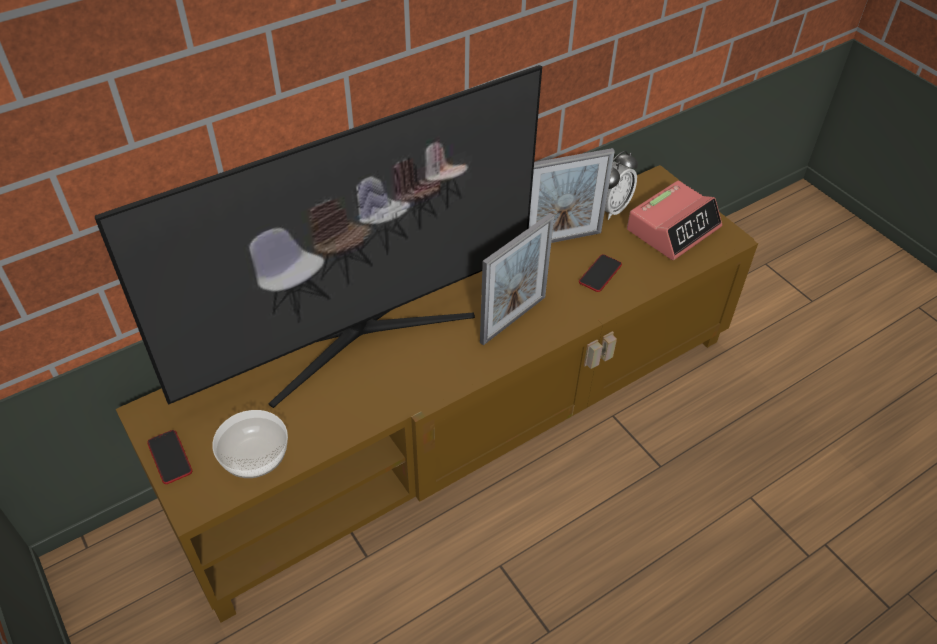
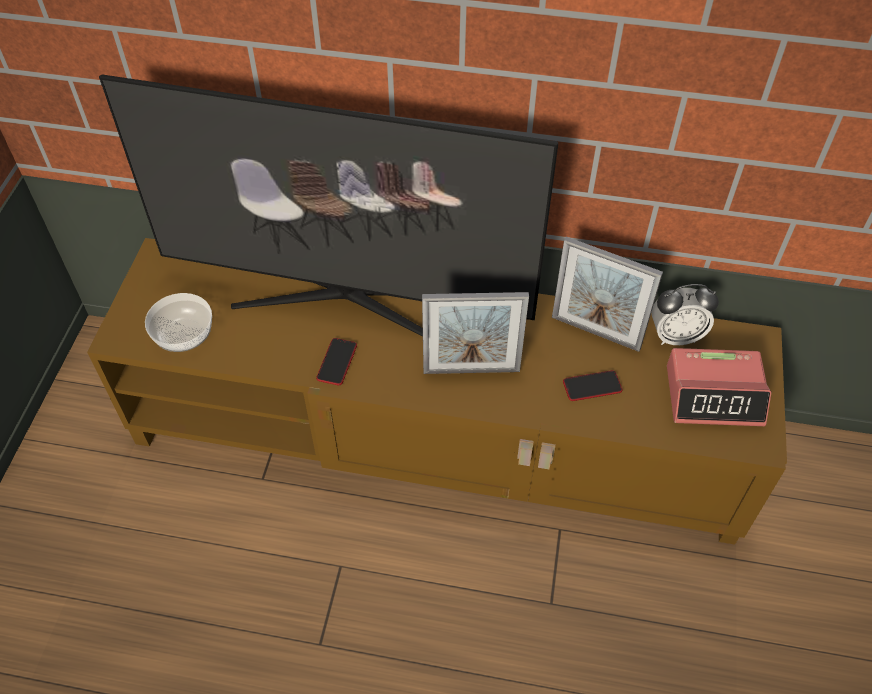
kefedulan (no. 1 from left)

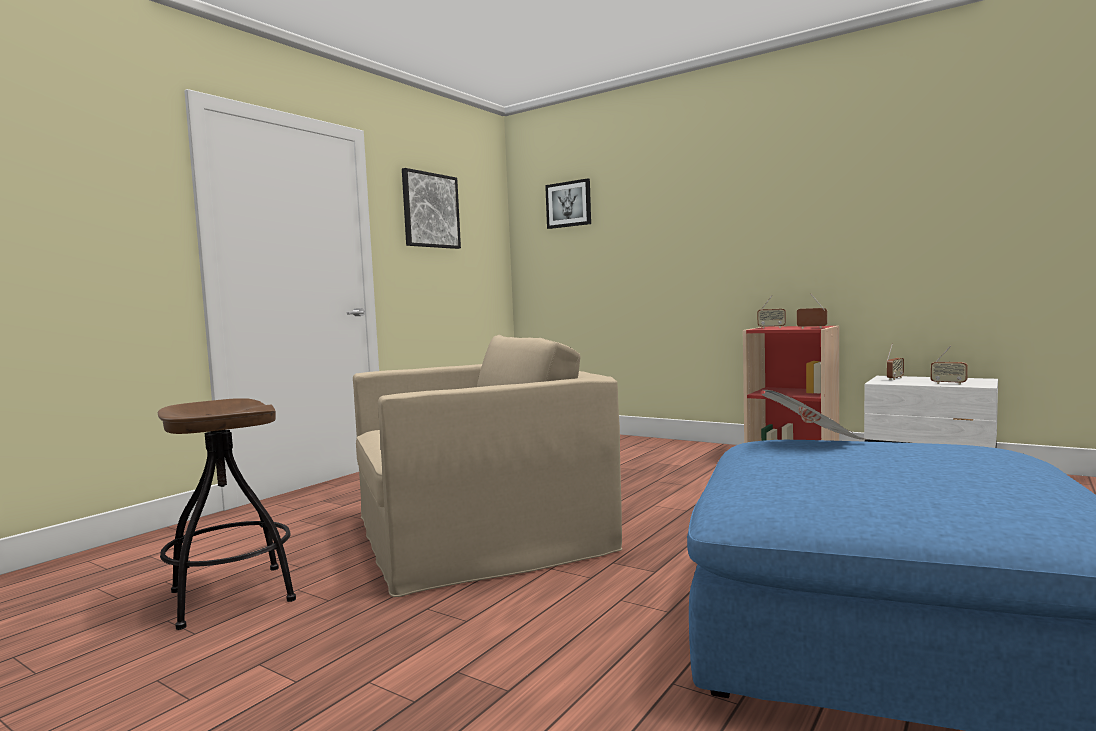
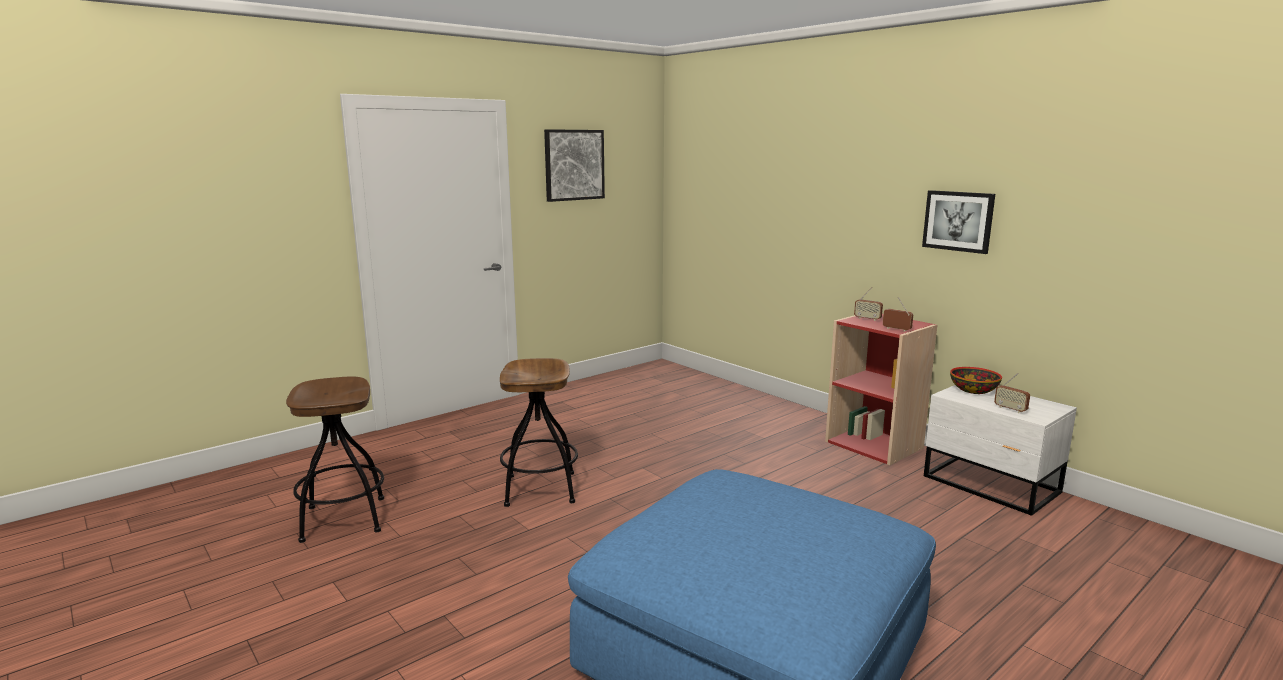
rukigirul (no. 2 from left); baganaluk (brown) (no. 2 from left); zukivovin; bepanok

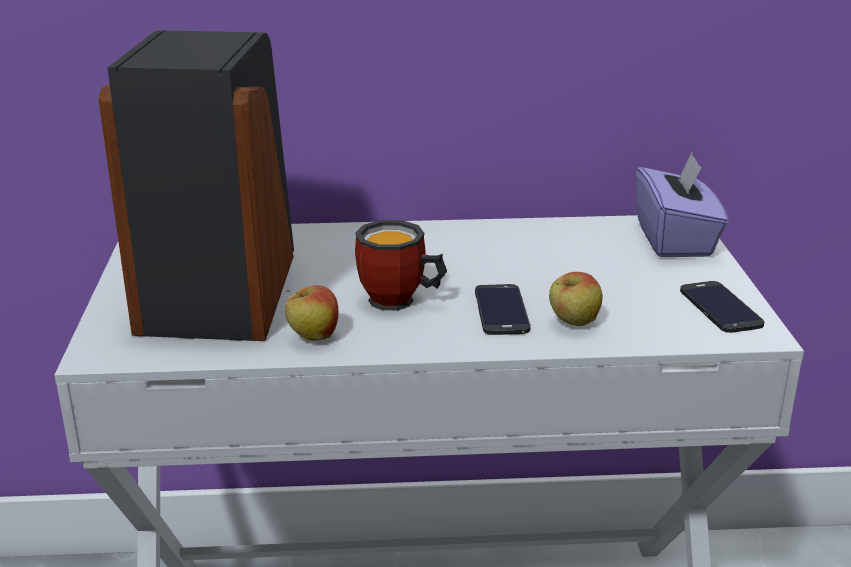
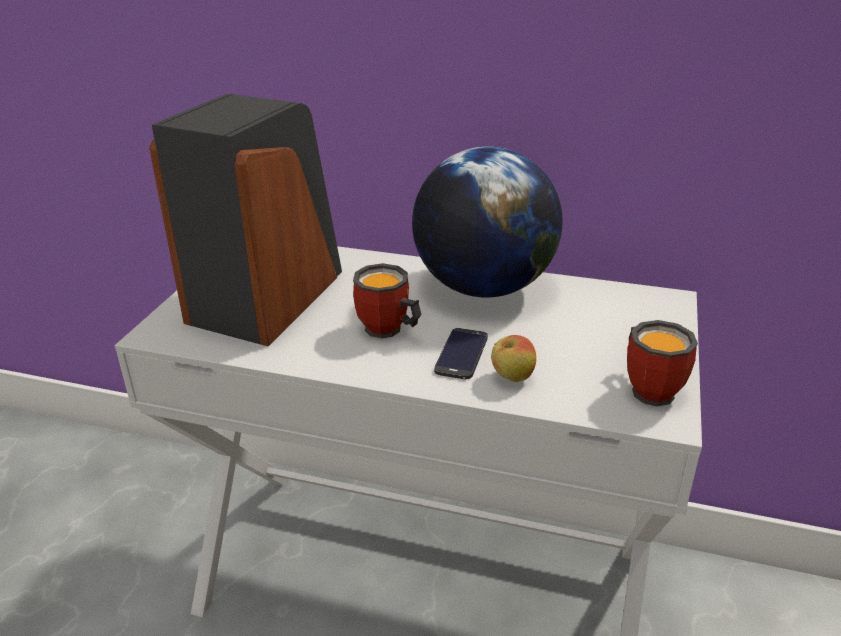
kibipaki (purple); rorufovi (no. 2 from left); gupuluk (no. 1 from left in the first image); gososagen

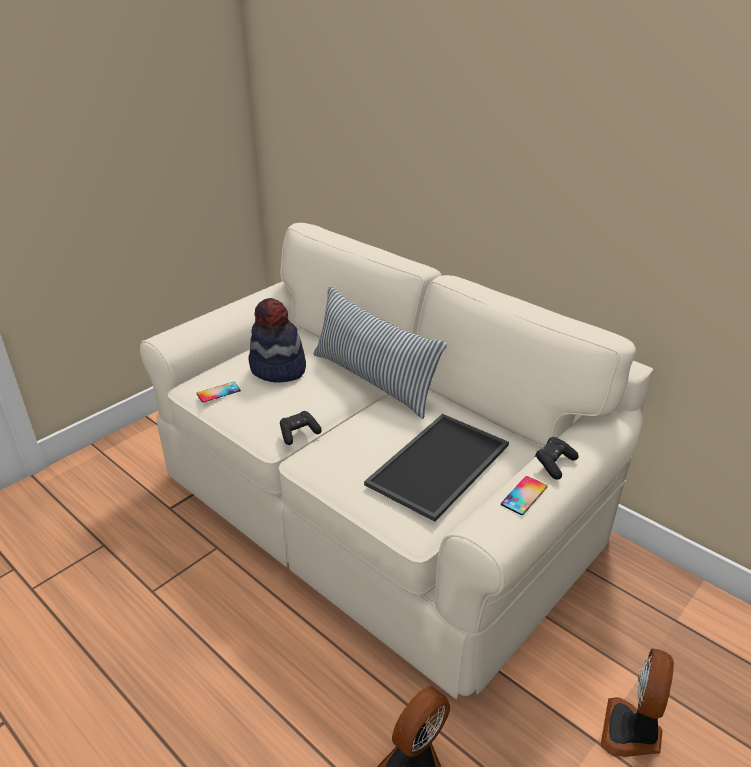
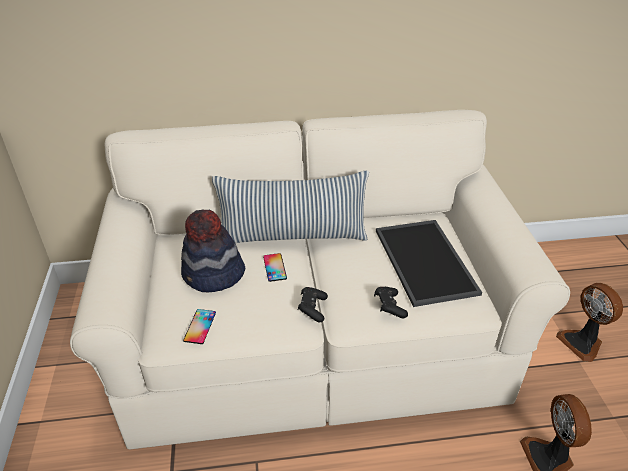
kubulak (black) (no. 2 from left); kefedulan (no. 2 from left)

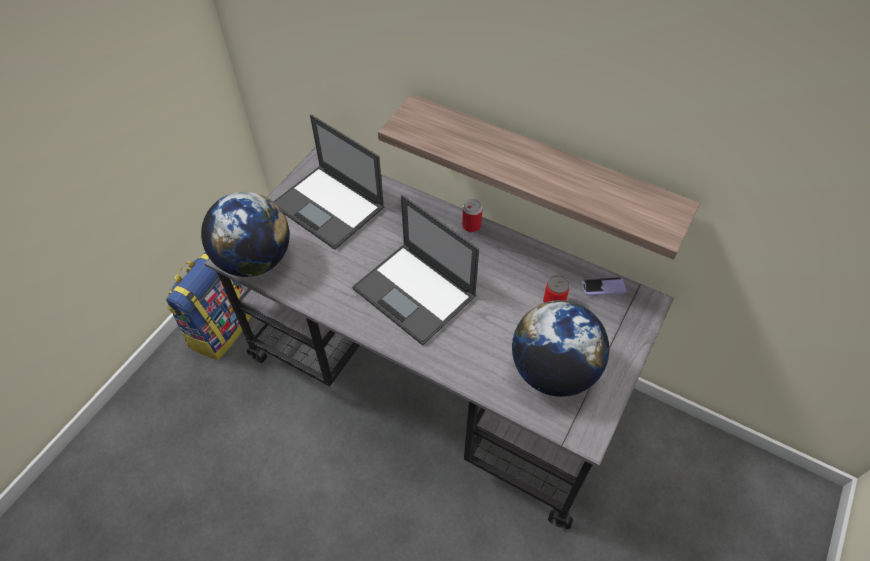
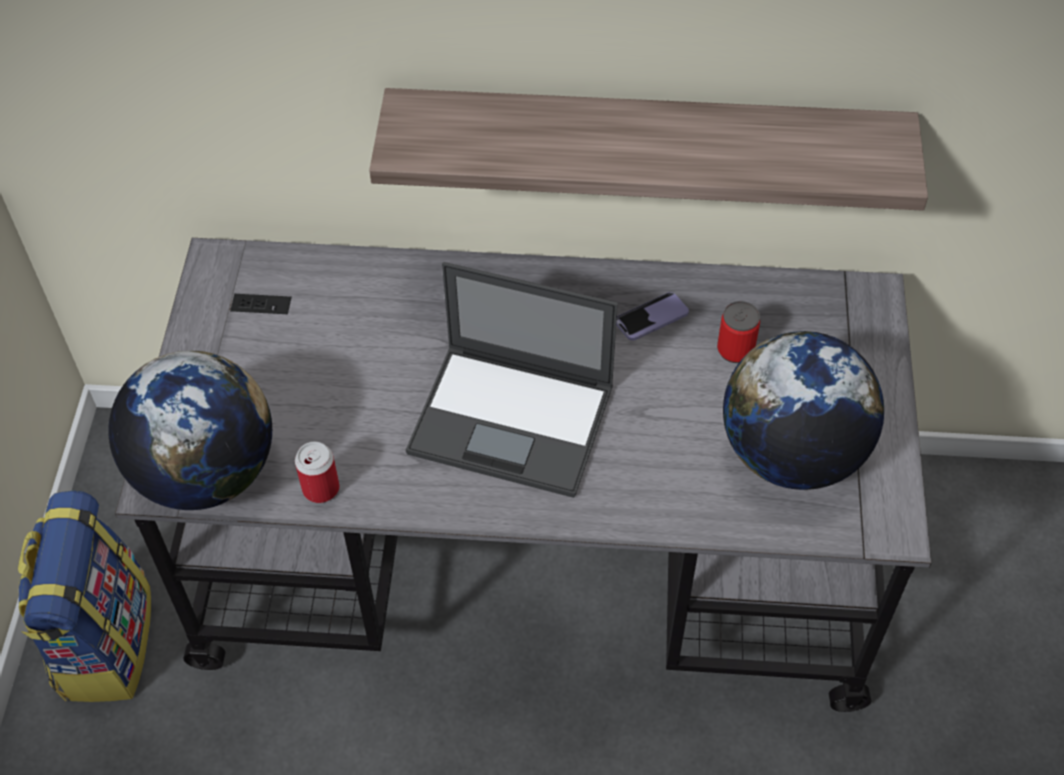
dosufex (no. 1 from left in the first image); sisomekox (no. 1 from left); kefedulan

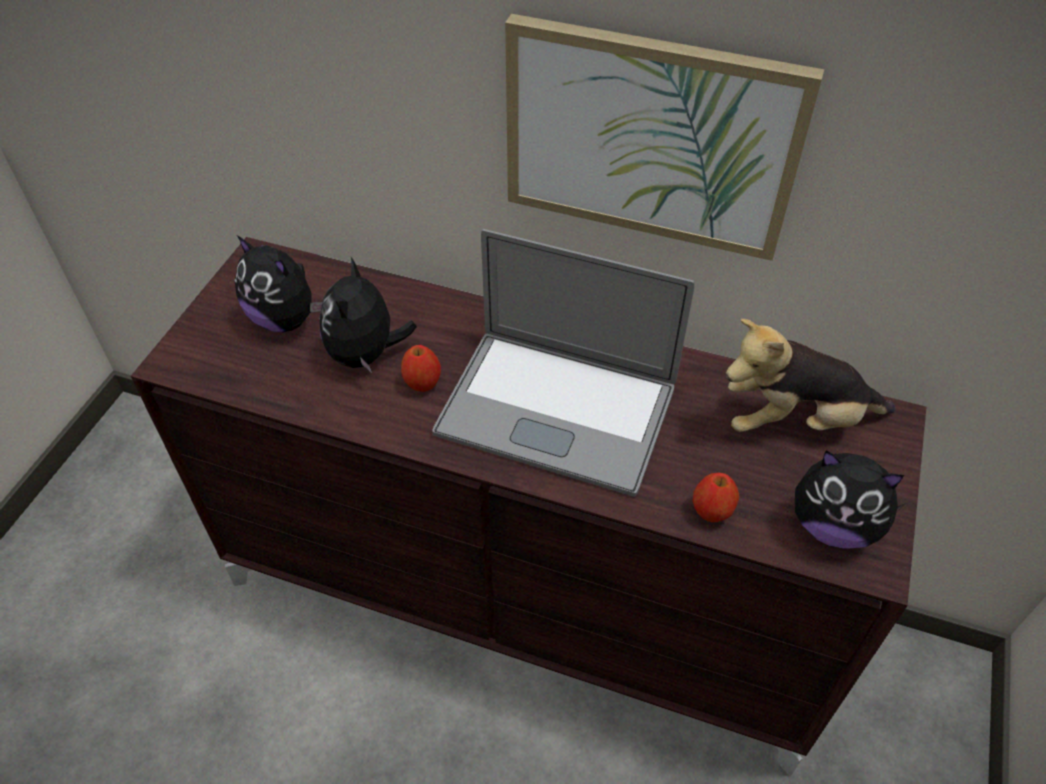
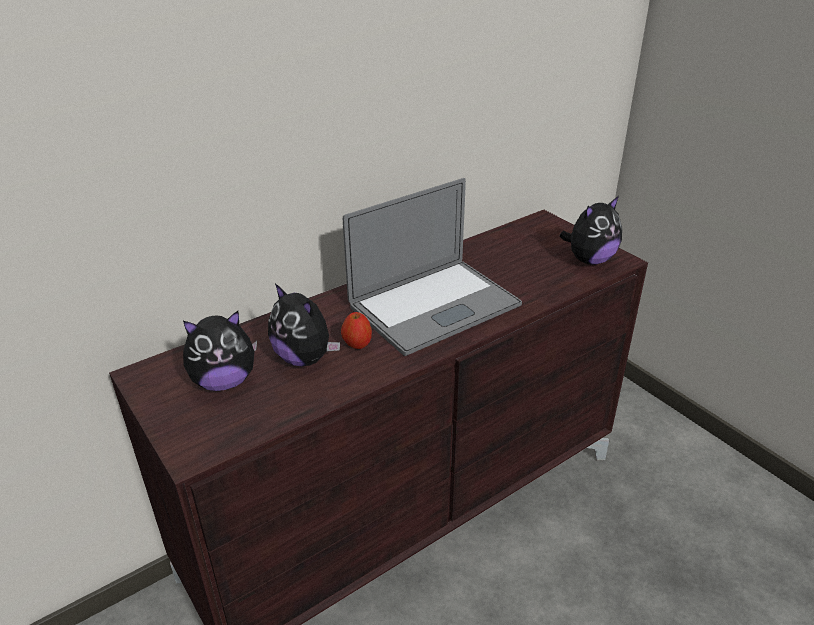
rukigirul; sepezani (no. 3 from left in the first image); gupuluk (no. 2 from left in the first image)

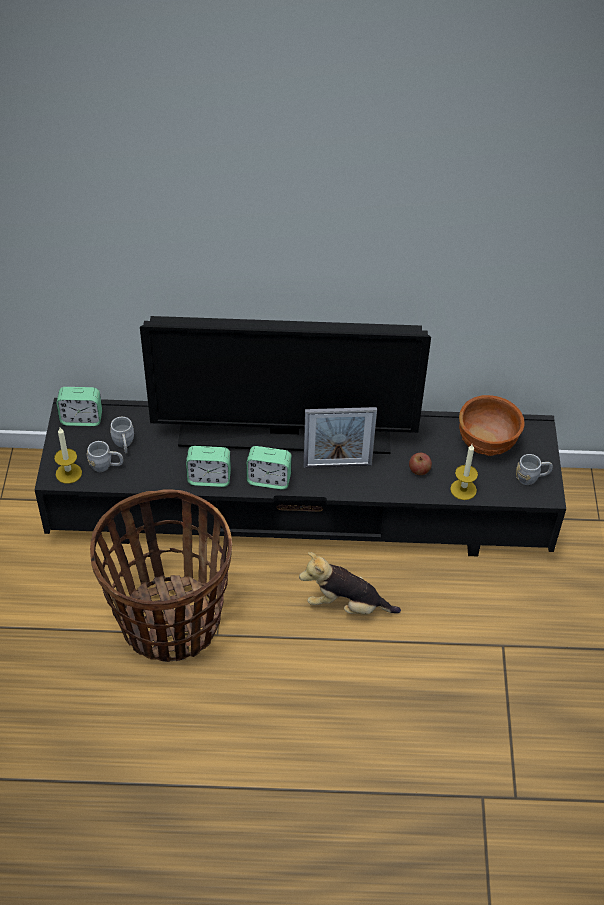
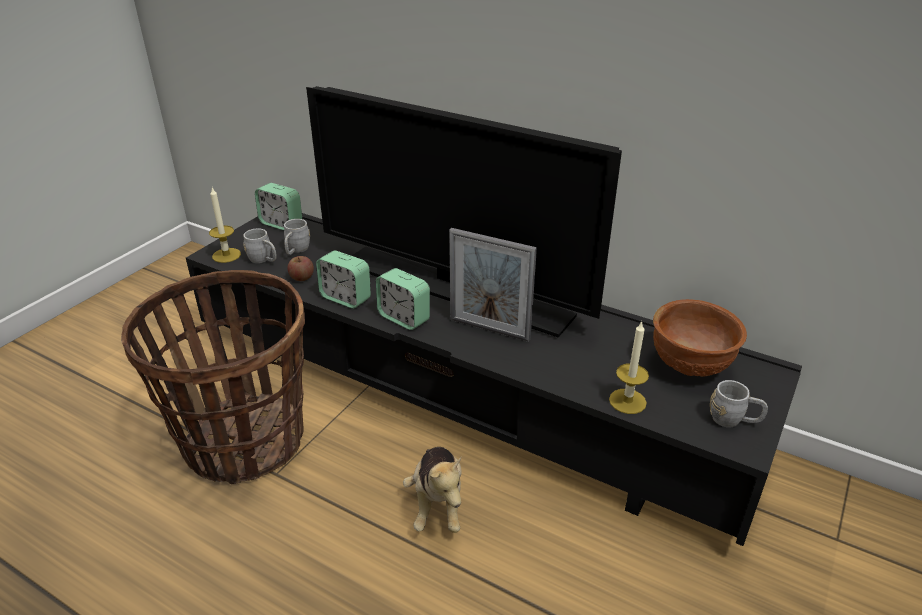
gupuluk; sepezani

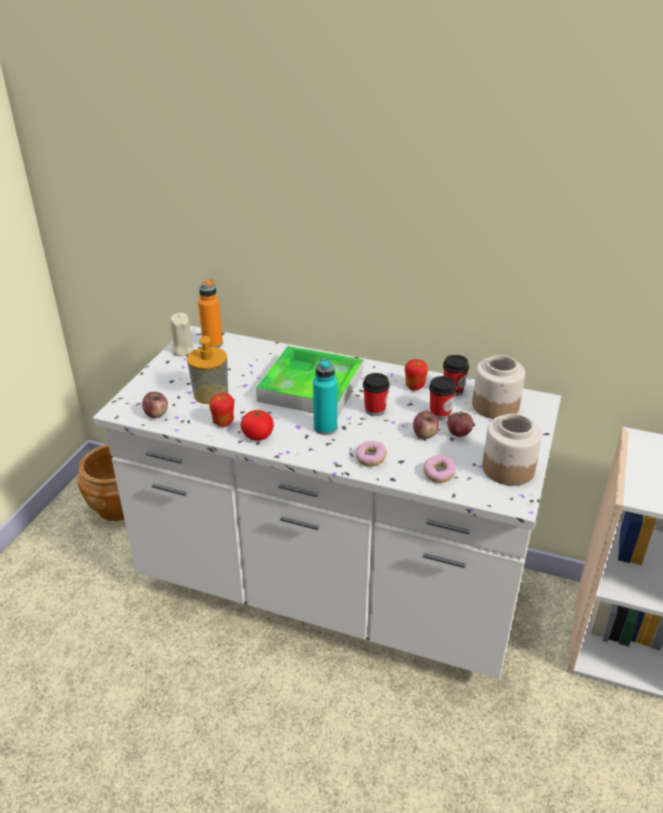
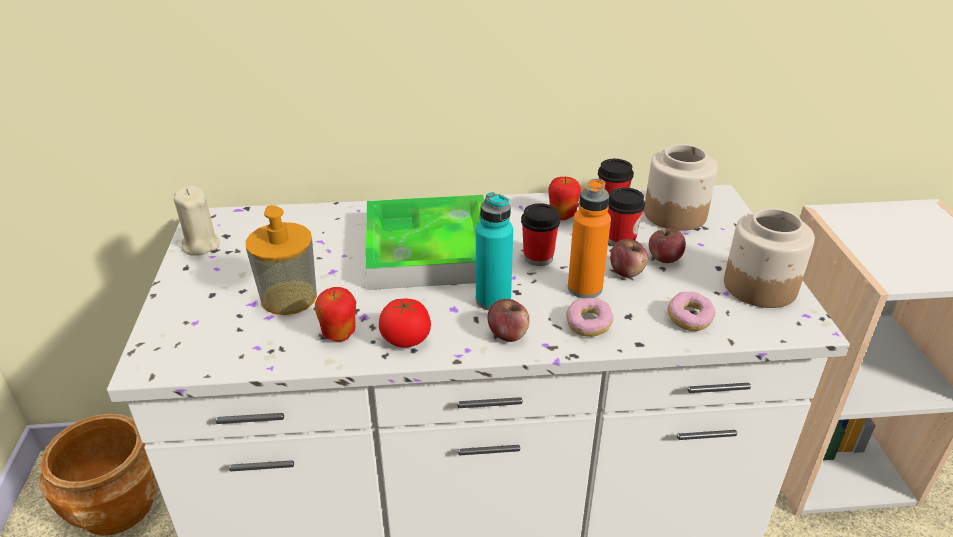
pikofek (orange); gupuluk (no. 2 from left)

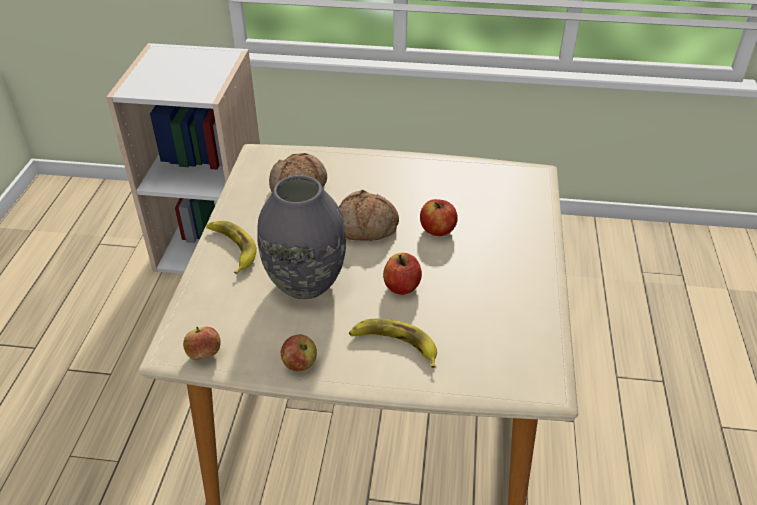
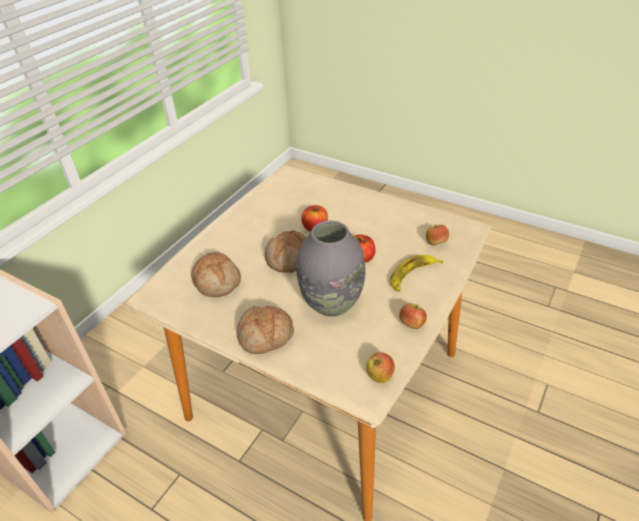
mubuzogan (no. 2 from left); gupuluk (no. 5 from left)

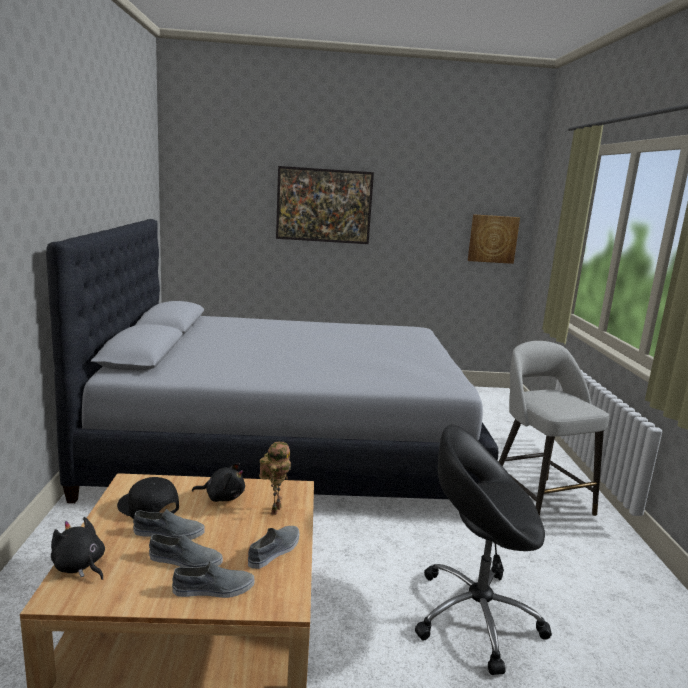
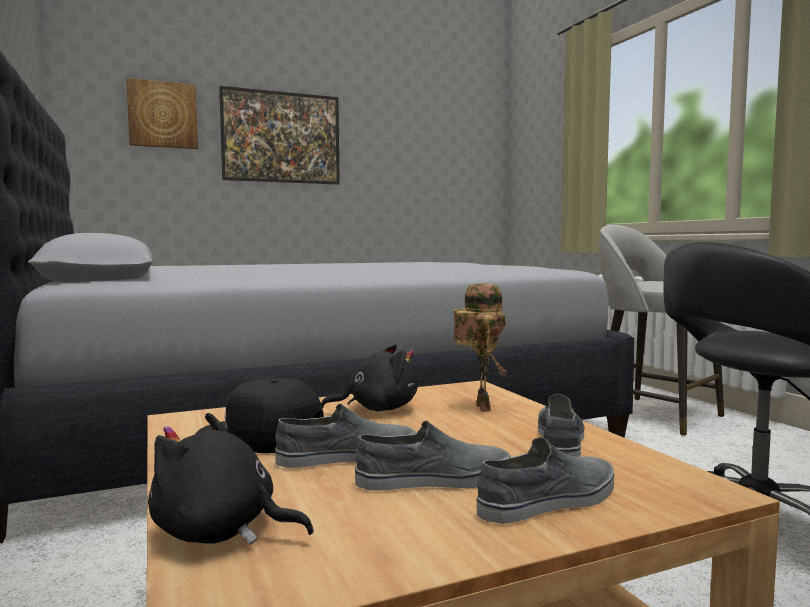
rukigirul (no. 1 from left)

